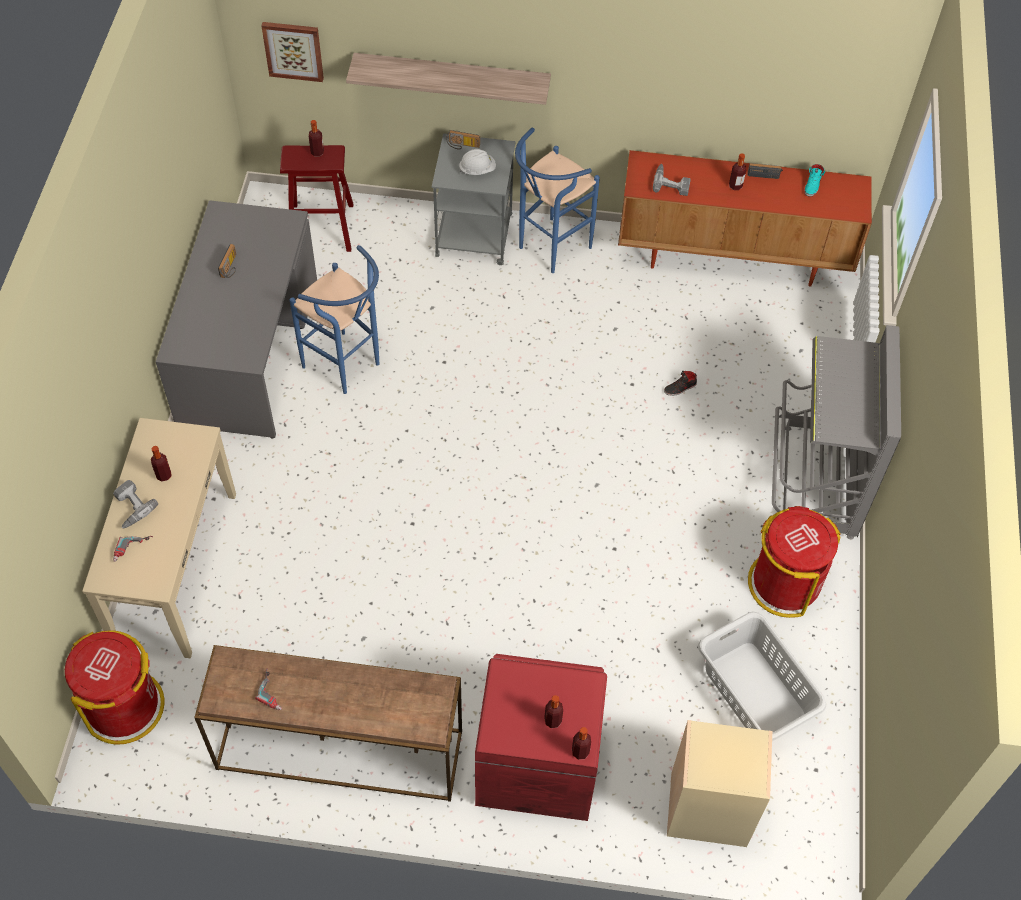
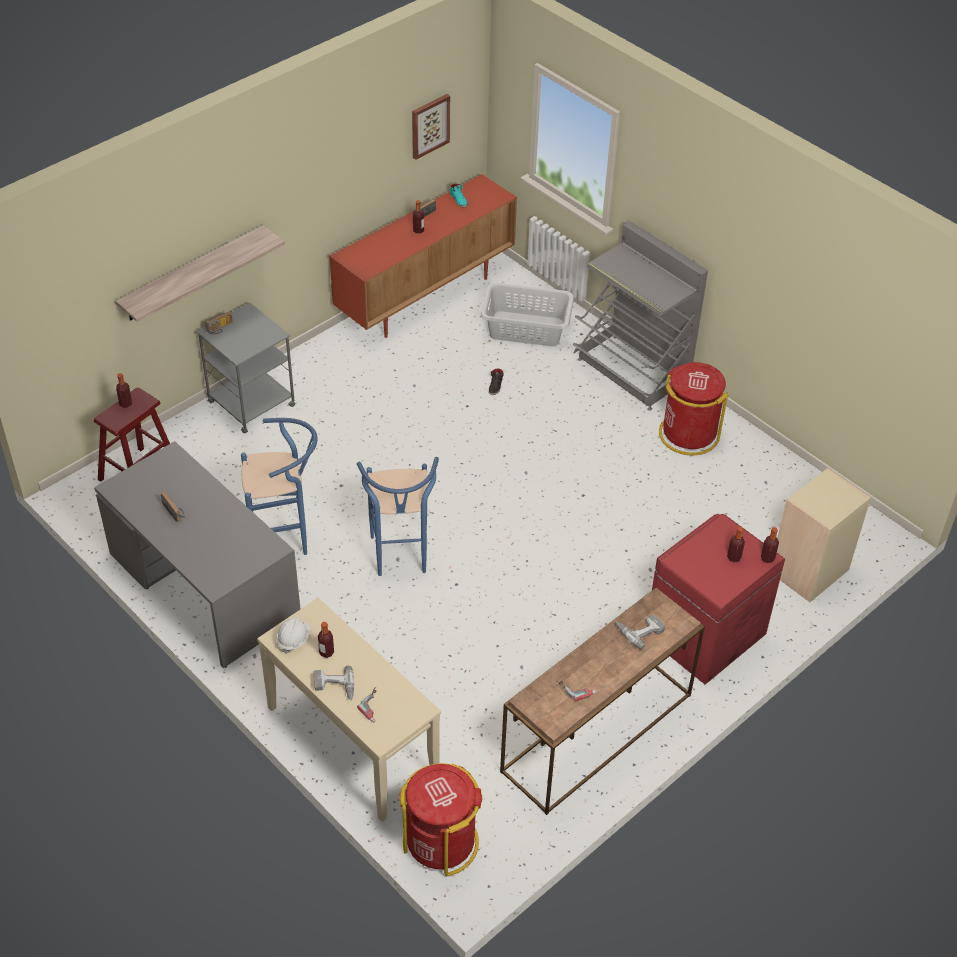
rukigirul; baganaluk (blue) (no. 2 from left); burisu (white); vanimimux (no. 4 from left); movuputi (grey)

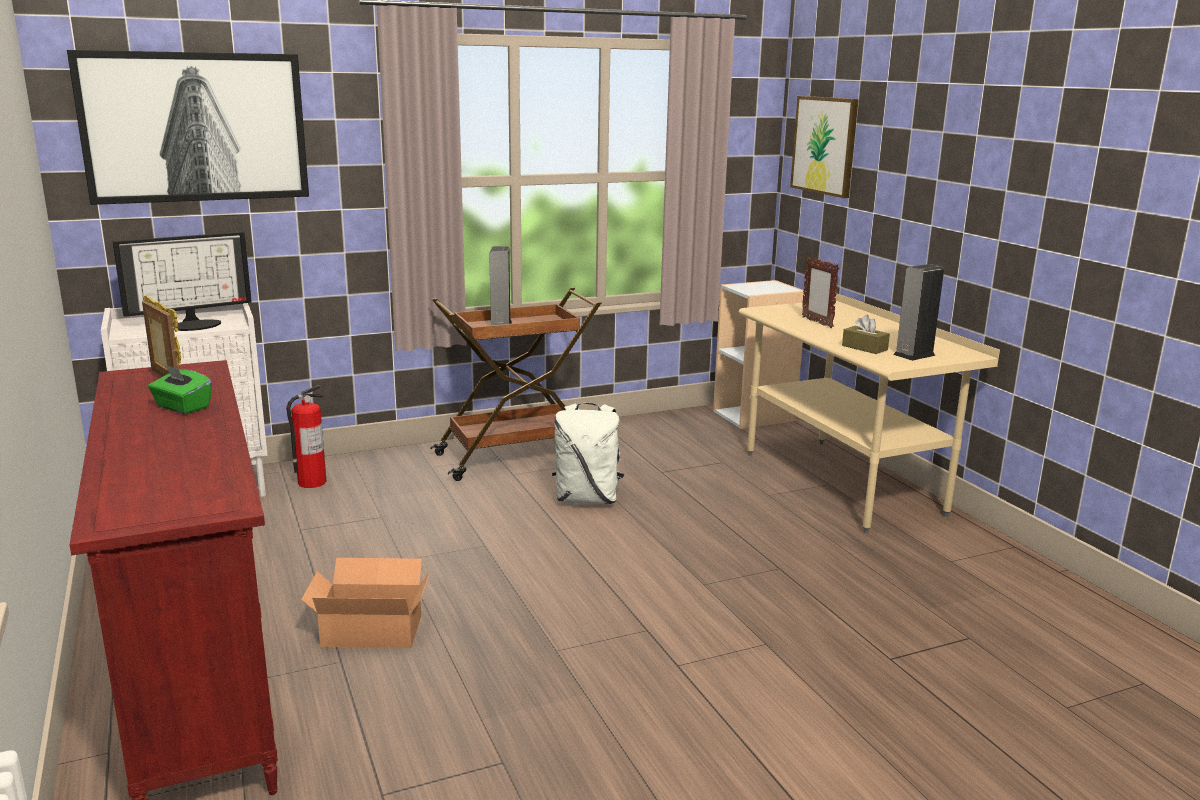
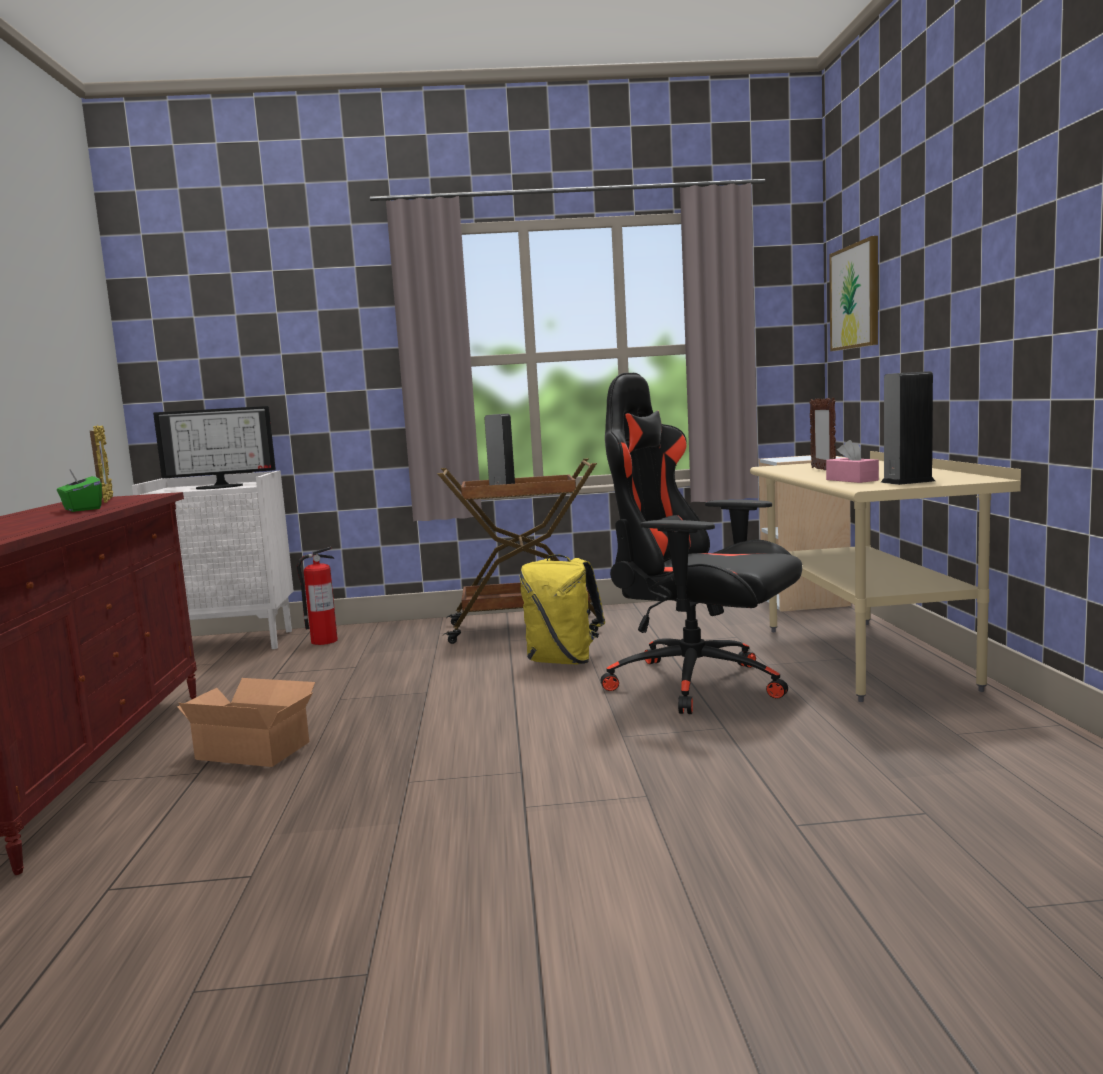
rukigirul (no. 1 from left in the first image); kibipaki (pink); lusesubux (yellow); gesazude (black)

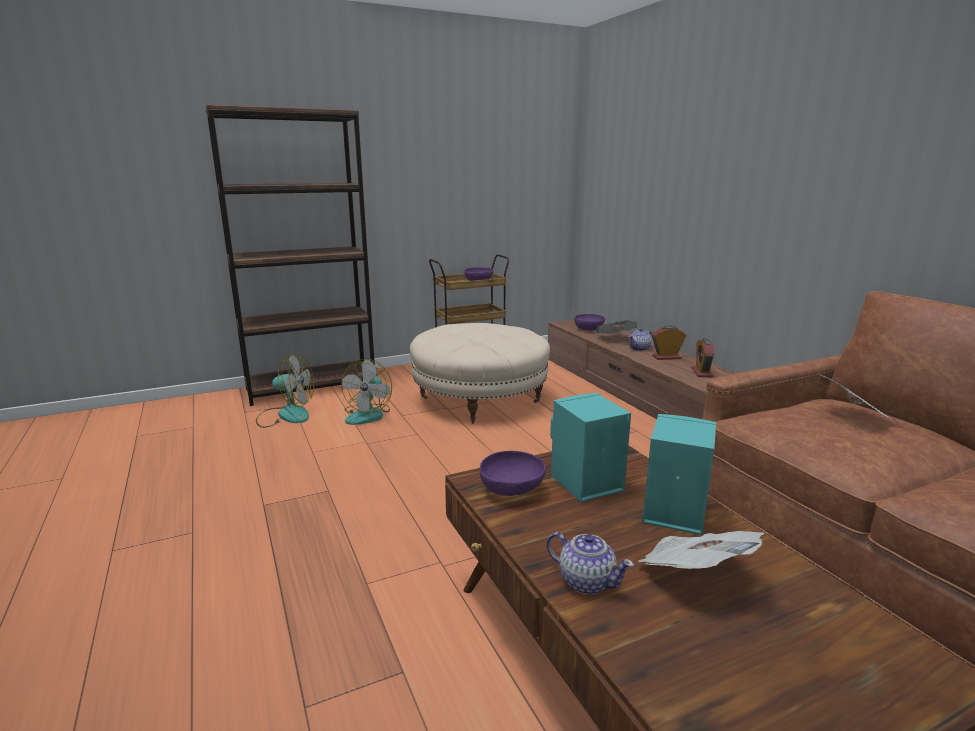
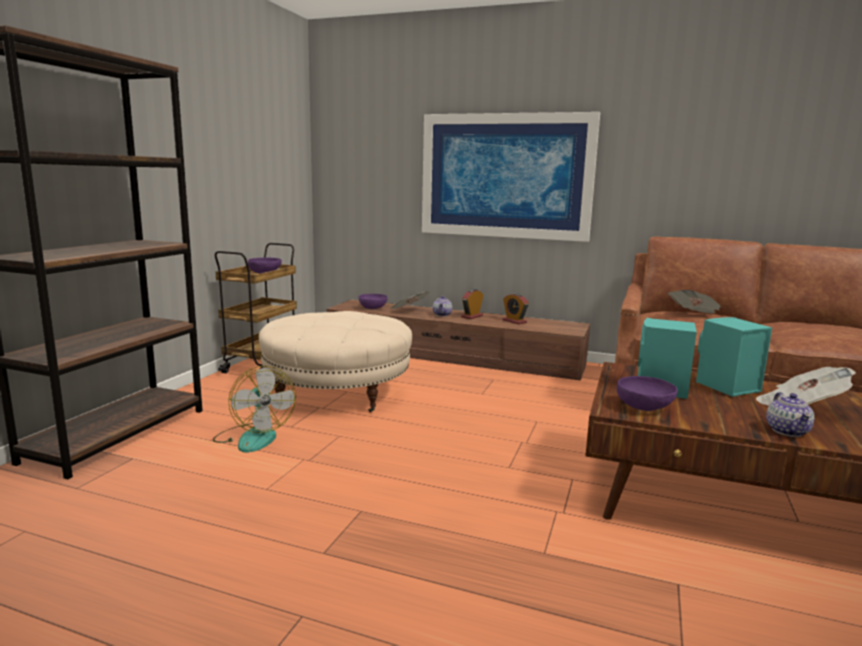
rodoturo (no. 1 from left in the first image); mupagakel (no. 2 from left); rukigirul

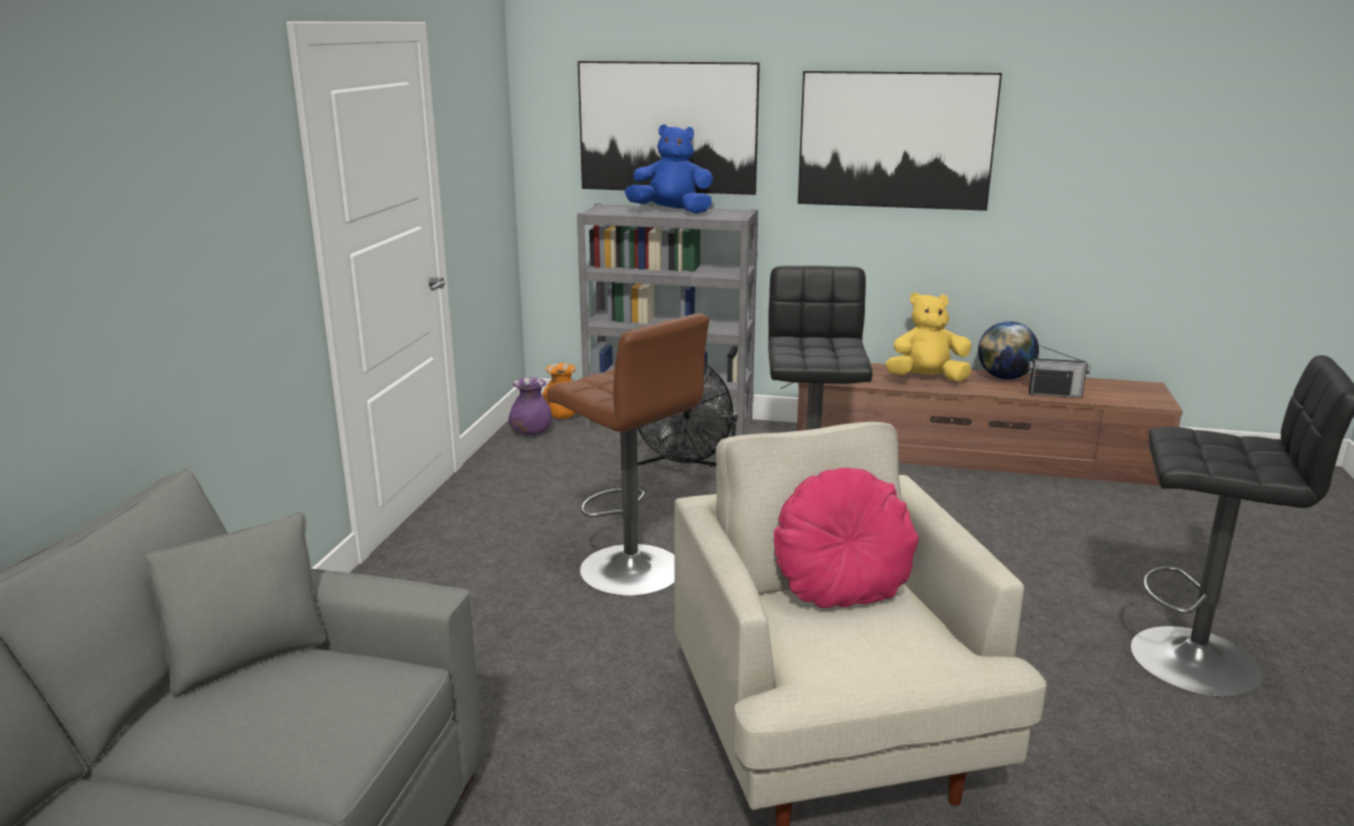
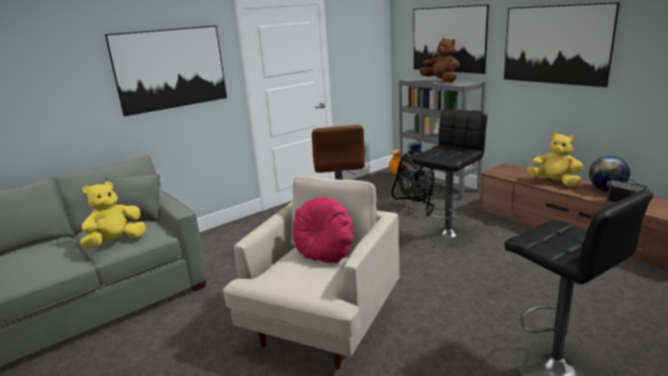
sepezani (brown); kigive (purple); rukigirul (no. 1 from left); sepezani (yellow) (no. 1 from left)

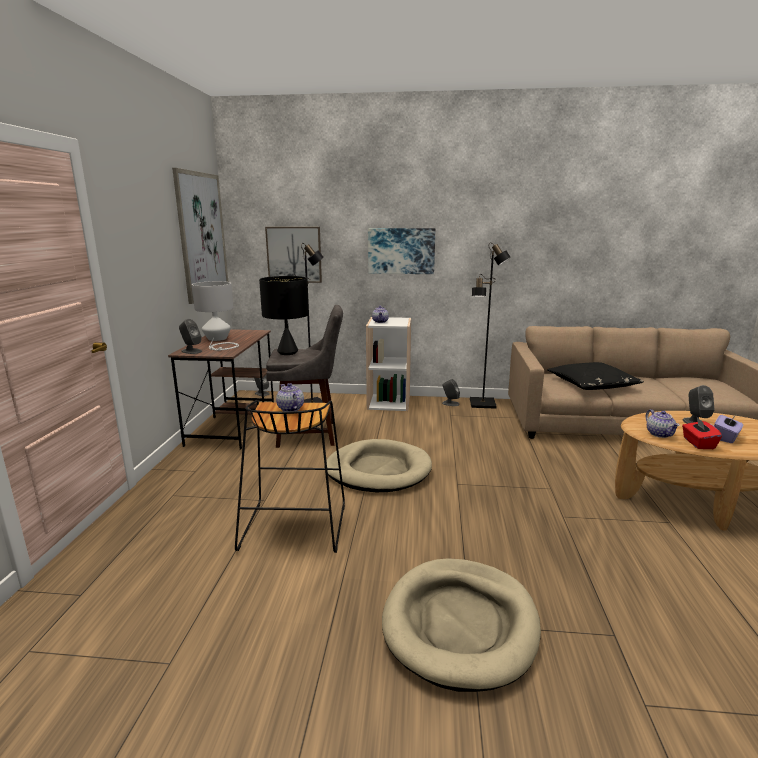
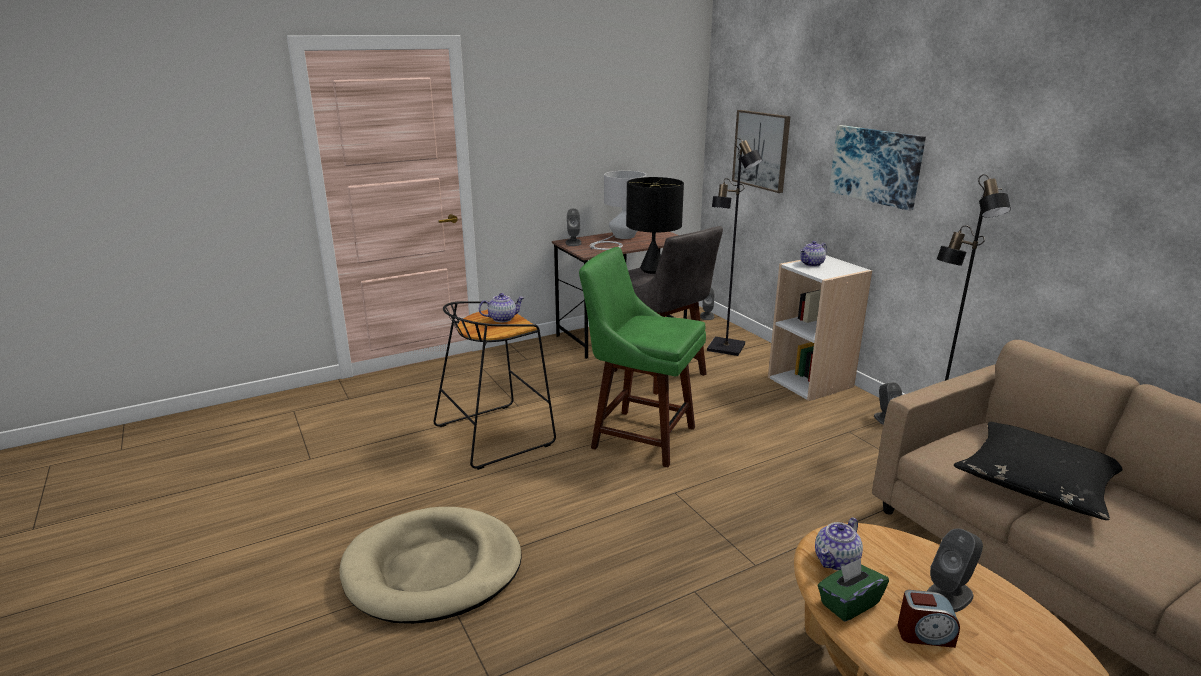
rukigirul (no. 1 from left in the first image); mupagakel (no. 1 from left); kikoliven; kibipaki (green); baganaluk (green)

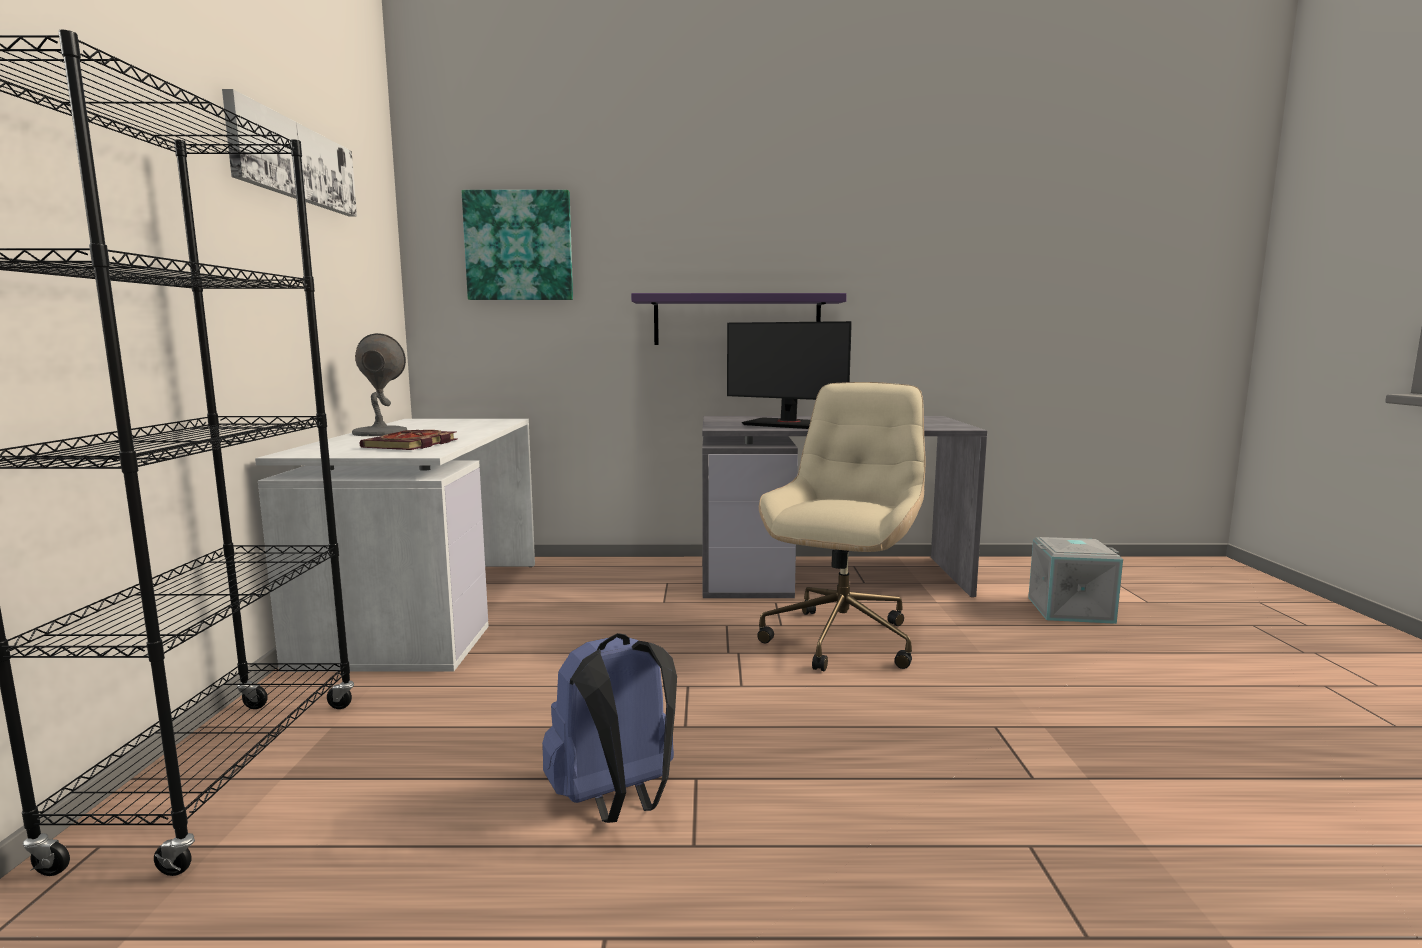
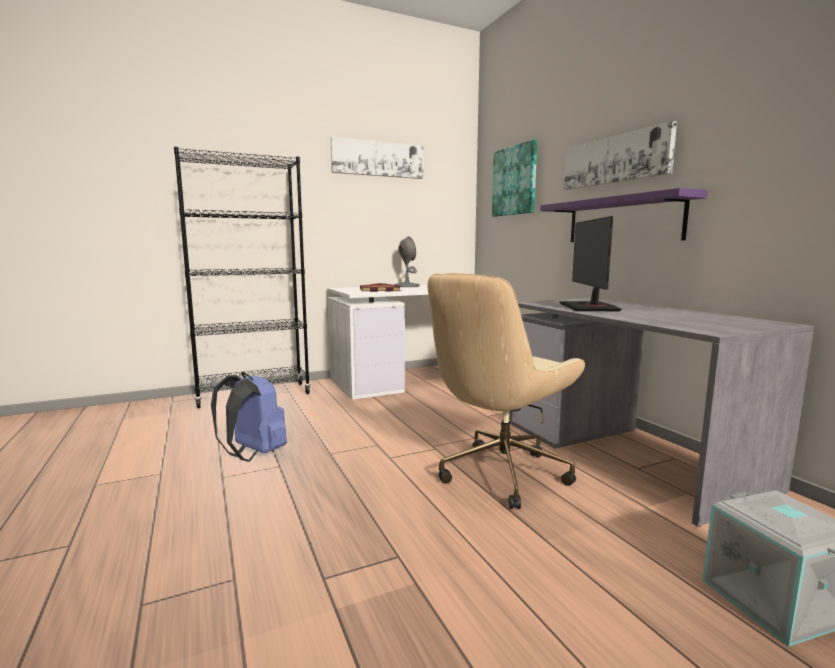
gesazude (beige); rukigirul (no. 3 from left)

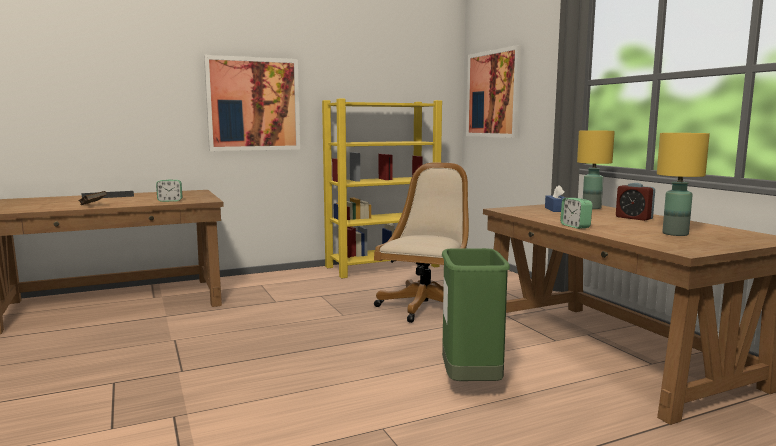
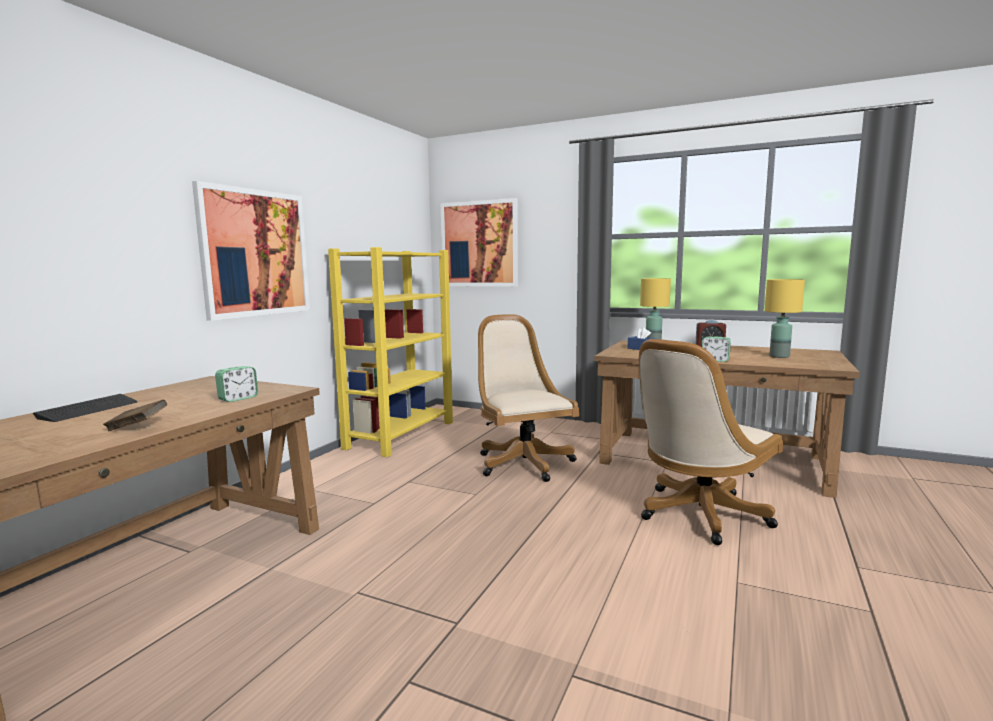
gesazude (no. 2 from left)

